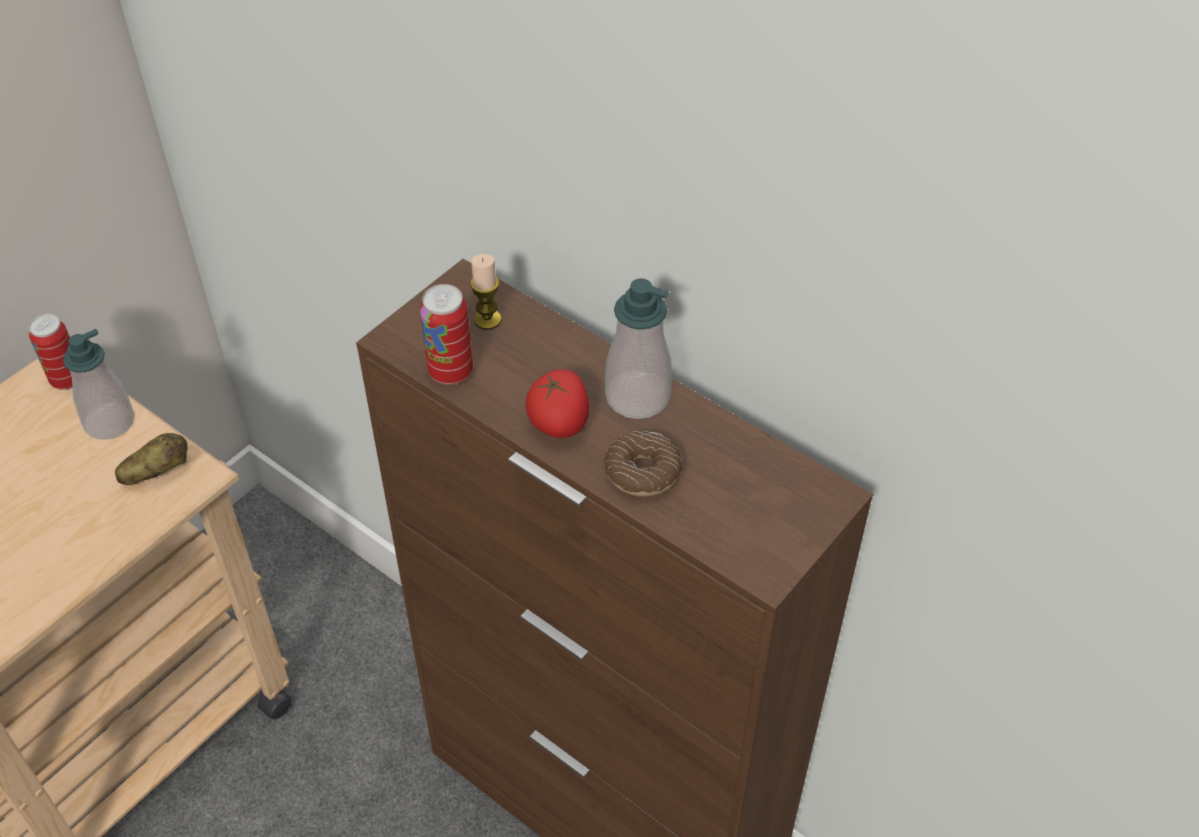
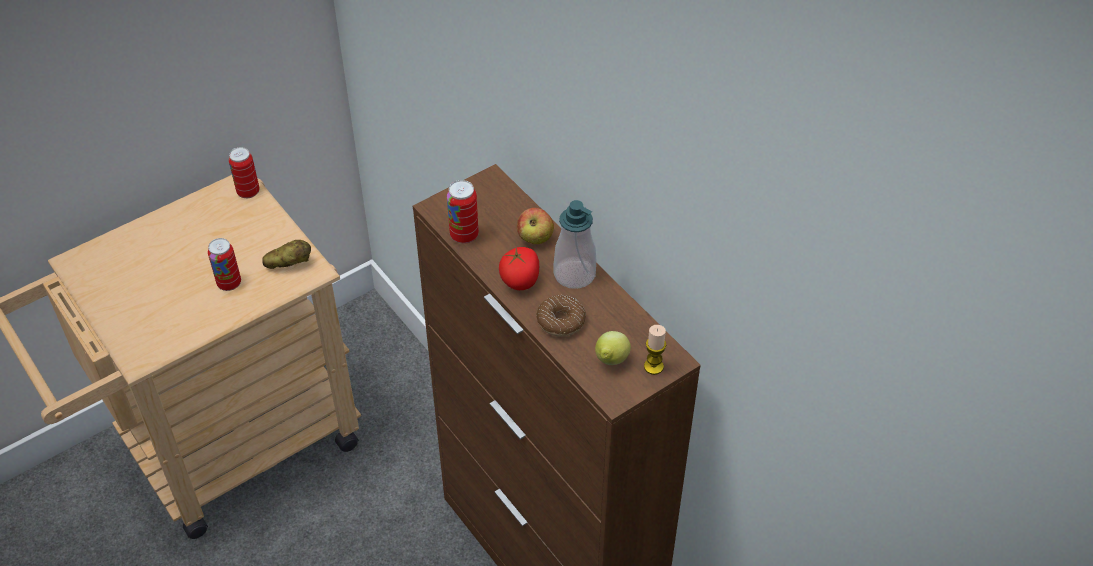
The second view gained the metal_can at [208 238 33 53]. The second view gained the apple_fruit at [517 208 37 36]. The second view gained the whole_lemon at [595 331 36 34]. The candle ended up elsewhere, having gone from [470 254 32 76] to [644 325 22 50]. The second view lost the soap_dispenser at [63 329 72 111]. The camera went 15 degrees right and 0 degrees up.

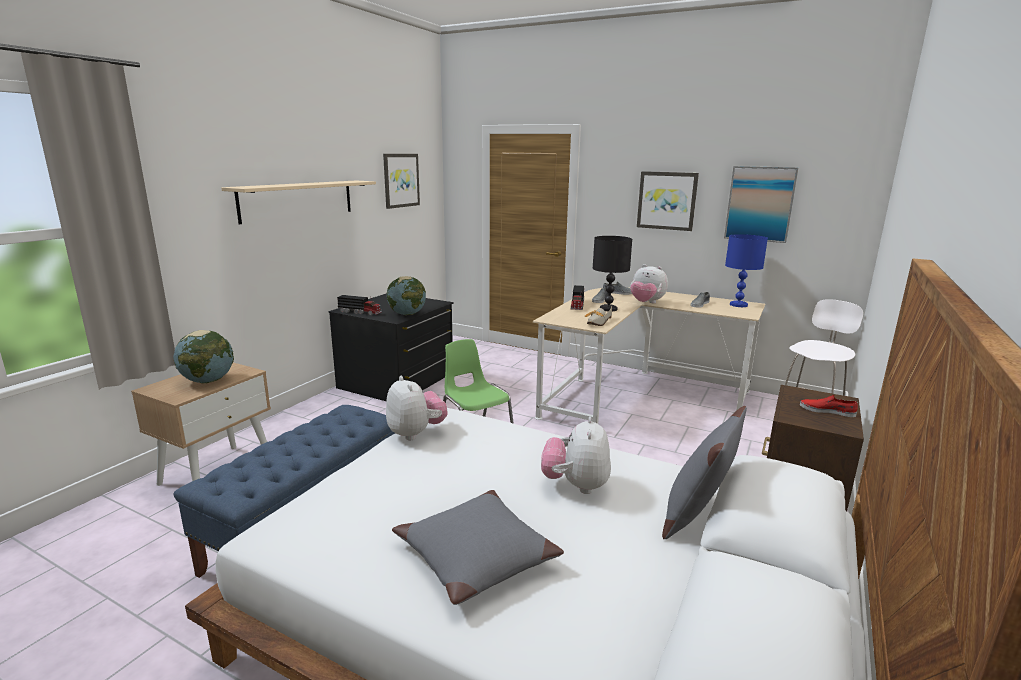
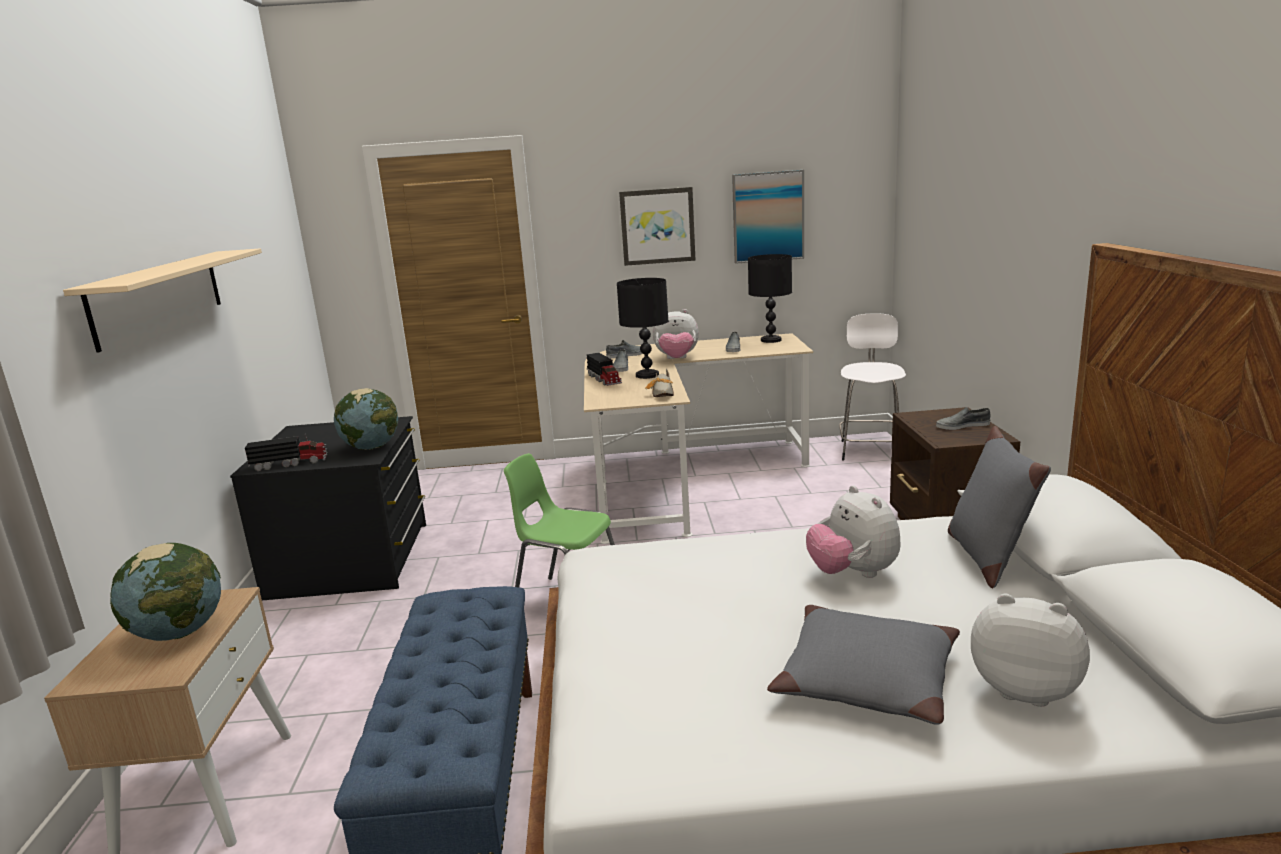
What was the blue-coloured_tabletop_lamp at [725 234 43 73] turned into the black_tabletop_lamp at [748 254 44 89]. What was the reddish_low_shoe at [800 395 58 22] turned into the grey_low_shoe at [936 407 55 23]. The cuddly_toy ended up elsewhere, having gone from [386 376 62 64] to [971 594 119 113]. The second view lost the wall_art at [383 154 37 55]. The camera went 30 degrees left and 0 degrees up.

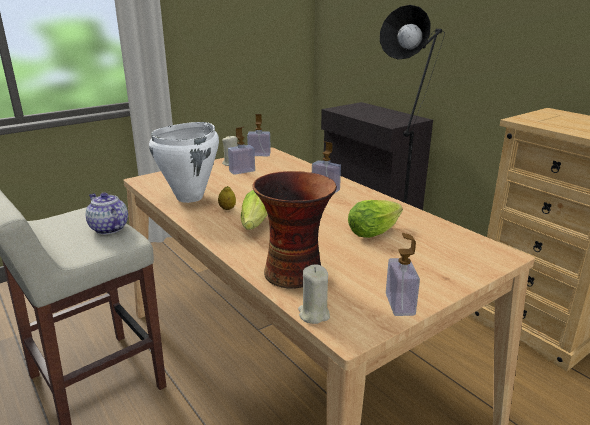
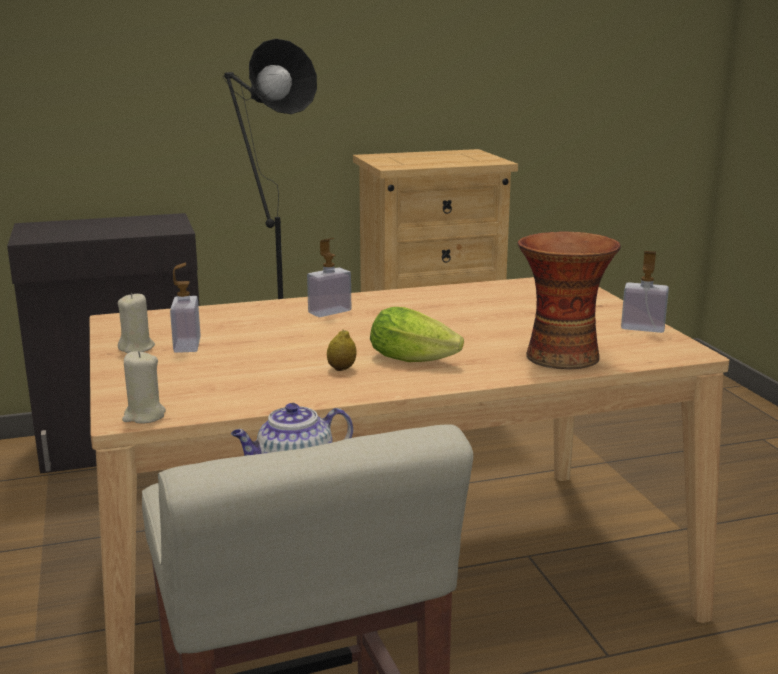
The sand-coloured_candle ended up elsewhere, having gone from [298 264 32 60] to [122 351 44 73]. The second view lost the white_cooking_pot at [149 122 70 81]. The second view lost the soap_dispenser at [247 114 24 42]. The second view lost the head_of_lettuce at [348 200 55 38]. The camera went 70 degrees left and 5 degrees down.

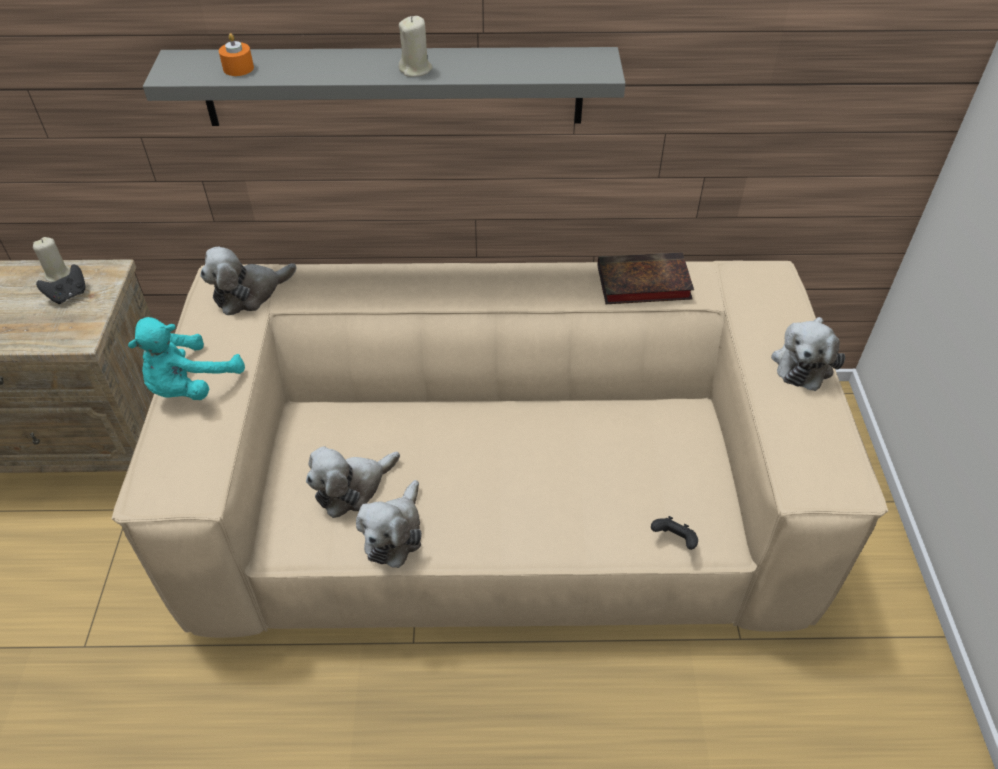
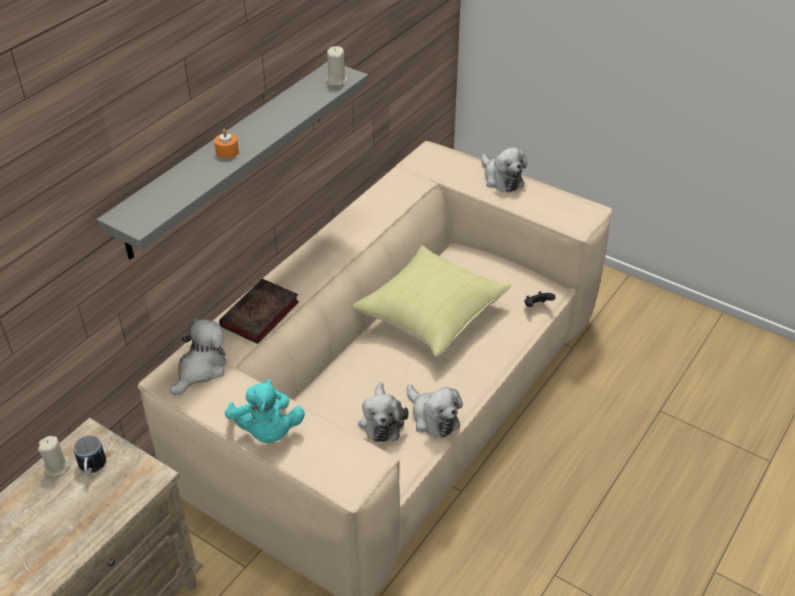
Where the black_gamepad stood at [36 265 50 39], the mug came to stand at [73 435 33 40]. The cuddly_toy at [200 247 97 68] ended up facing another way, 150 degrees counterclockwise from before. The orange_candle ended up elsewhere, having gone from [219 33 35 43] to [214 129 25 30]. The volume ended up elsewhere, having gone from [598 252 96 52] to [219 279 80 65]. The sand-coloured_candle ended up elsewhere, having gone from [399 16 34 61] to [326 46 21 40]. The second view gained the yellow-coloured_pillow at [353 246 158 111]. The camera went 55 degrees left and 5 degrees down.

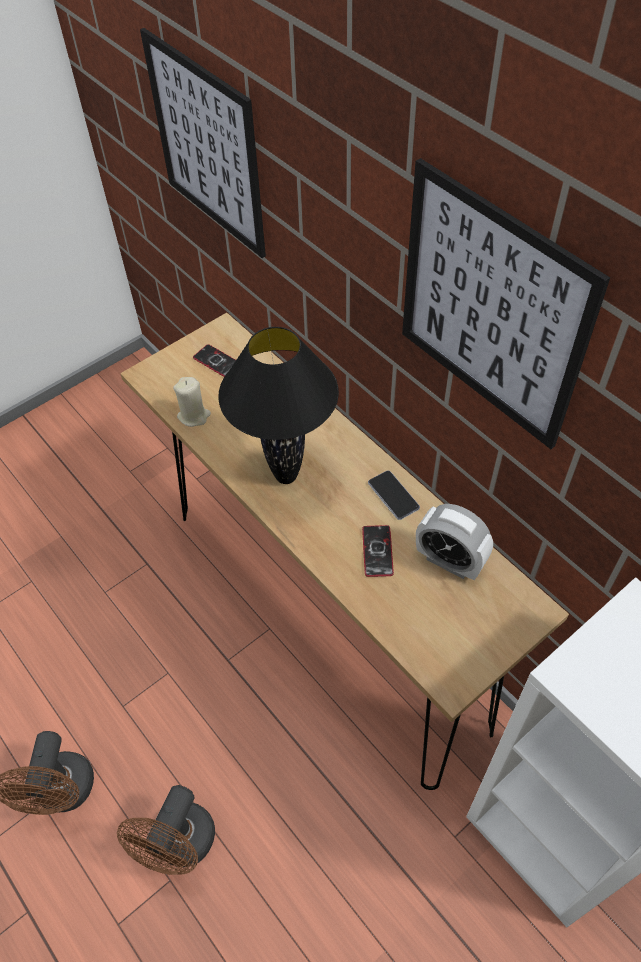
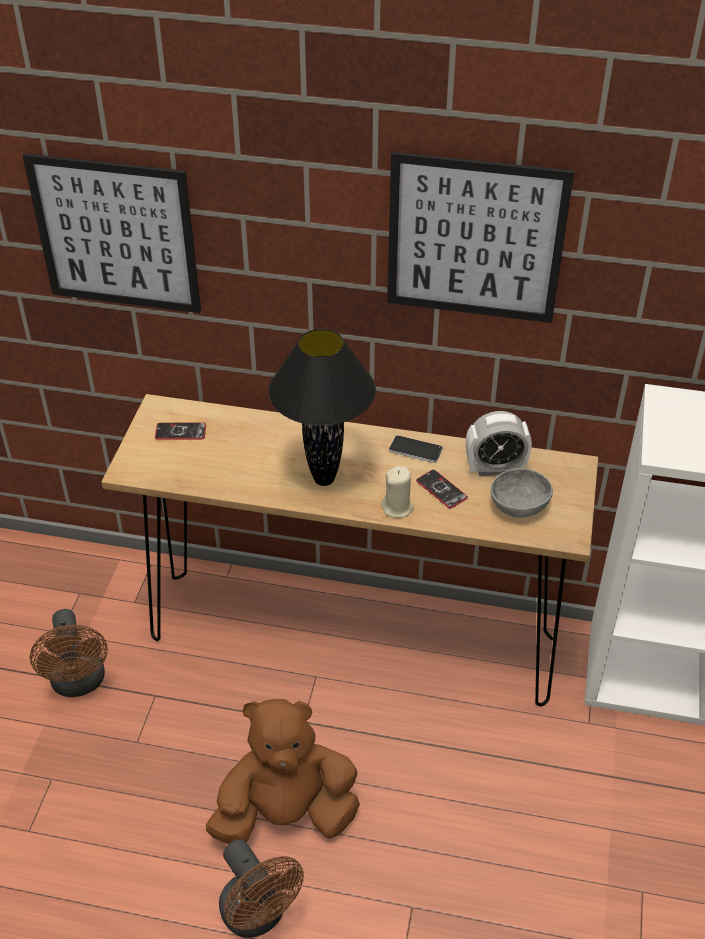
The brown-coloured_cooling_fan ended up elsewhere, having gone from [117 785 98 90] to [30 609 78 88]. The second view gained the brown-coloured_cuddly_toy at [206 699 154 145]. The sand-coloured_candle ended up elsewhere, having gone from [173 377 38 50] to [381 466 33 52]. The second view gained the grey_deep_dish at [491 468 62 50]. The camera went 40 degrees left and 10 degrees down.

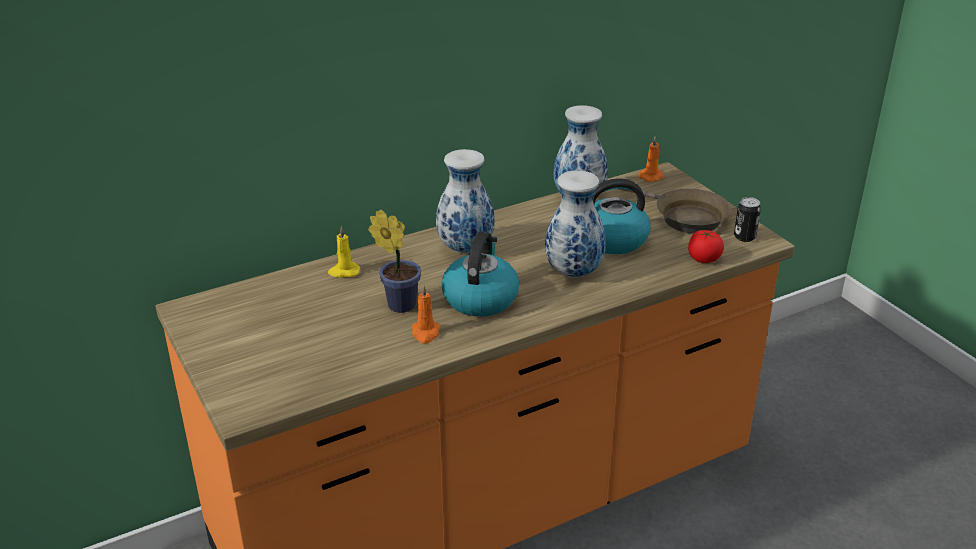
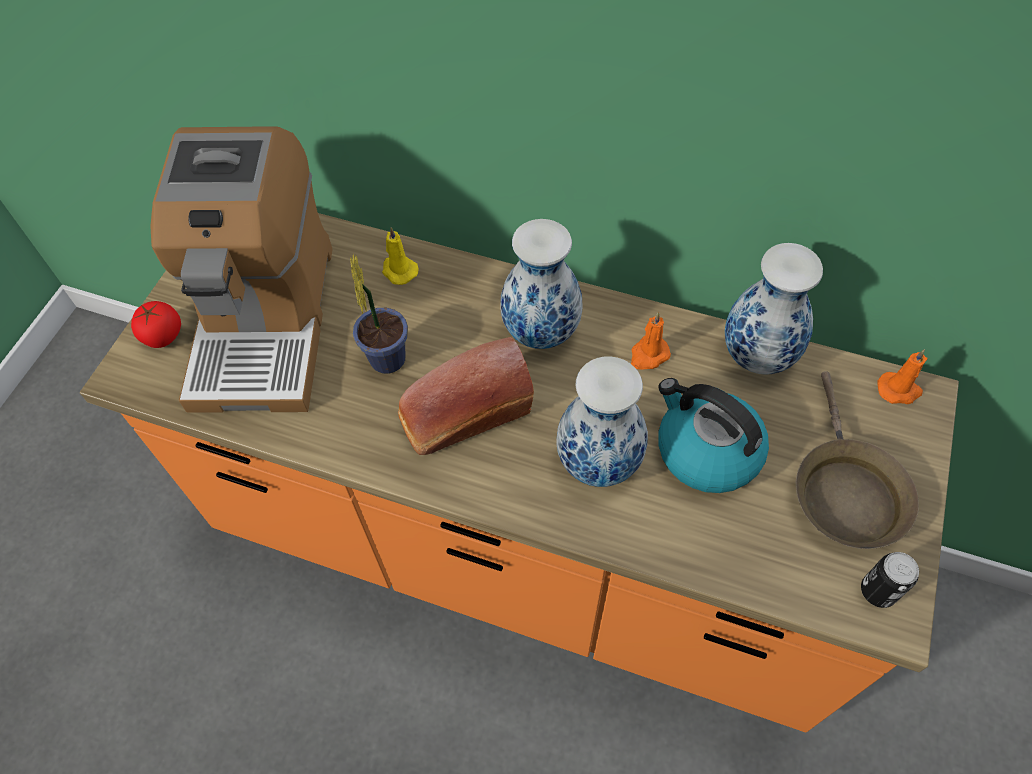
The tomato ended up elsewhere, having gone from [688 230 36 33] to [131 301 50 47]. The second view gained the coffee_maker at [150 126 183 287]. Where the tea_kettle stood at [441 231 78 86], the bakery_bread came to stand at [398 337 136 118]. The orange_candle ended up elsewhere, having gone from [412 286 29 58] to [631 312 40 58]. The camera went 50 degrees right and 25 degrees up.

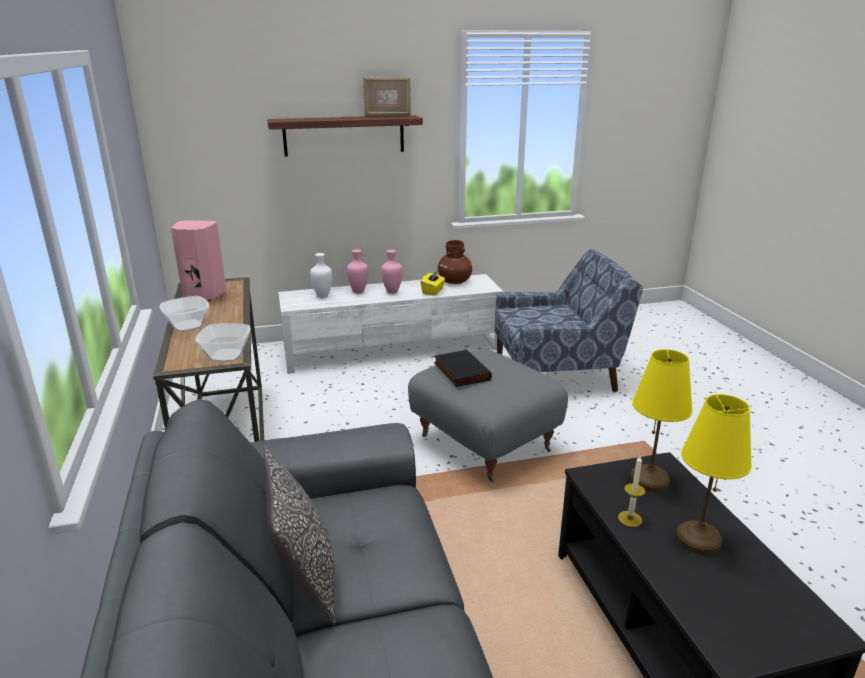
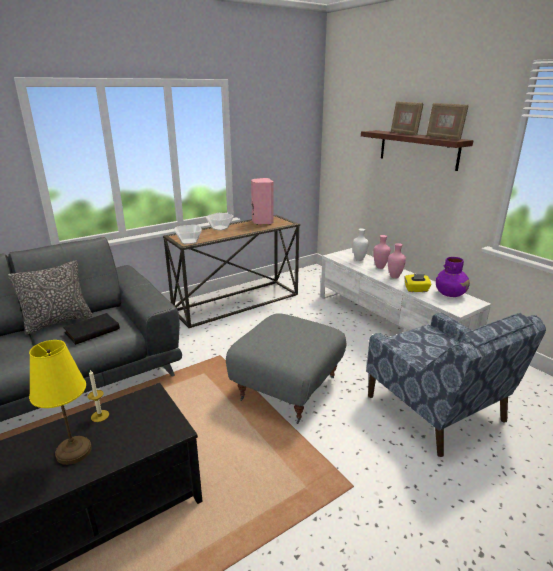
The black_volume ended up elsewhere, having gone from [434 349 58 38] to [63 313 57 32]. The second view gained the standing_frame at [391 101 32 34]. What was the brown-coloured_flower_vase at [438 240 34 44] turned into the purple-coloured_flower_vase at [436 257 34 40]. The second view lost the yellow-coloured_tabletop_lamp at [631 349 62 143]. The camera went 70 degrees right and 0 degrees up.

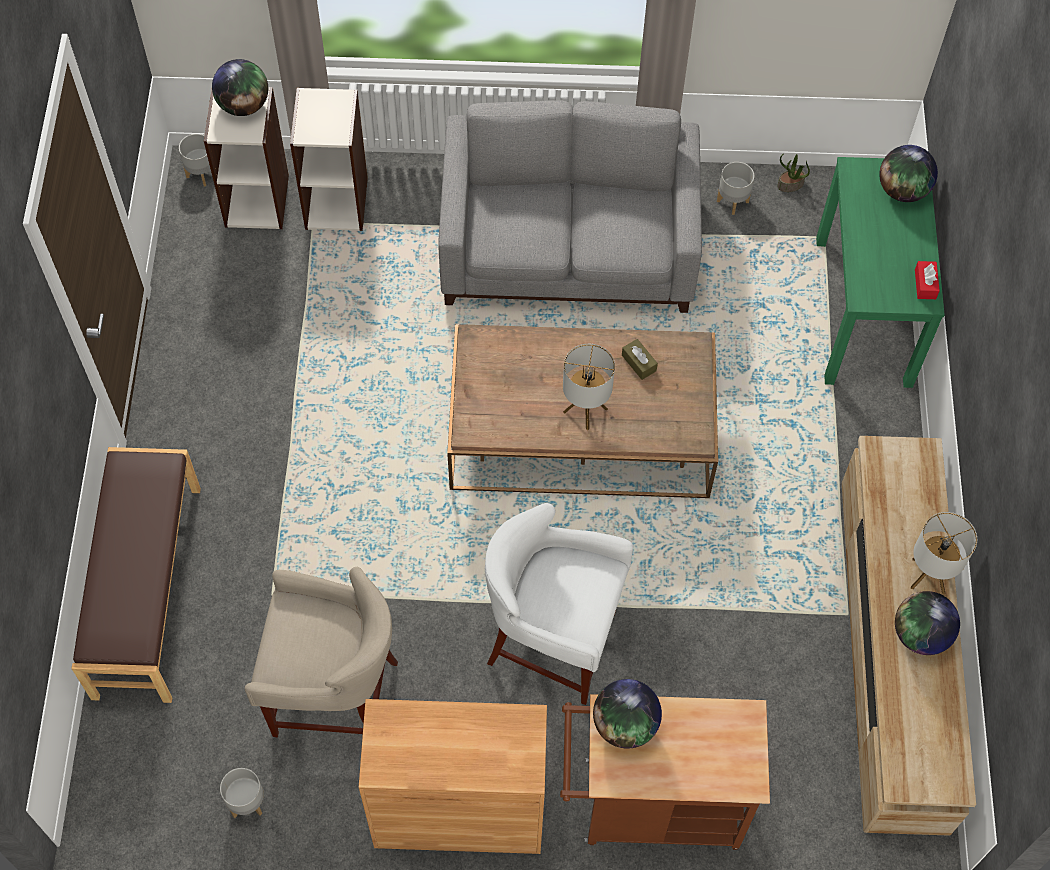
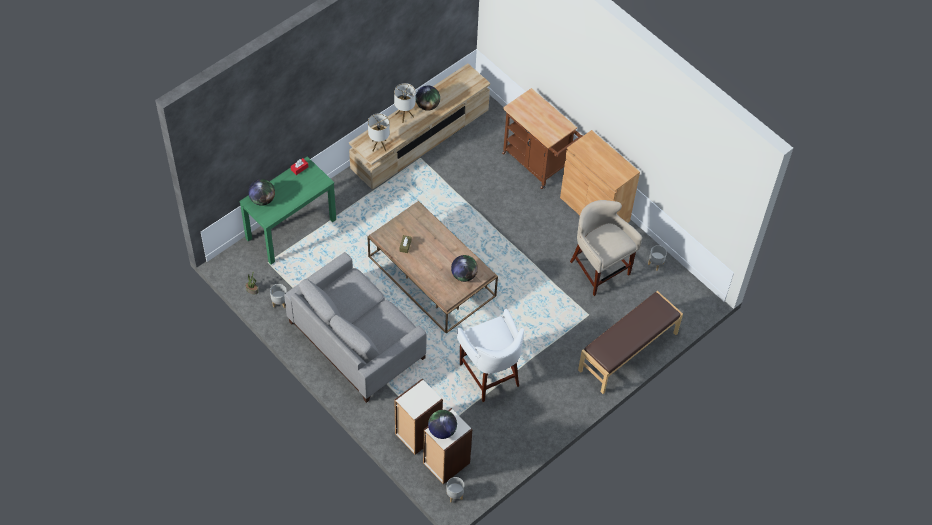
The tabletop_lamp ended up elsewhere, having gone from [563 344 52 86] to [368 113 22 39]. The globe ended up elsewhere, having gone from [593 679 69 70] to [451 255 27 27]. The white_stool ended up elsewhere, having gone from [485 503 148 202] to [457 309 68 93]. The camera went 135 degrees left and 5 degrees down.

